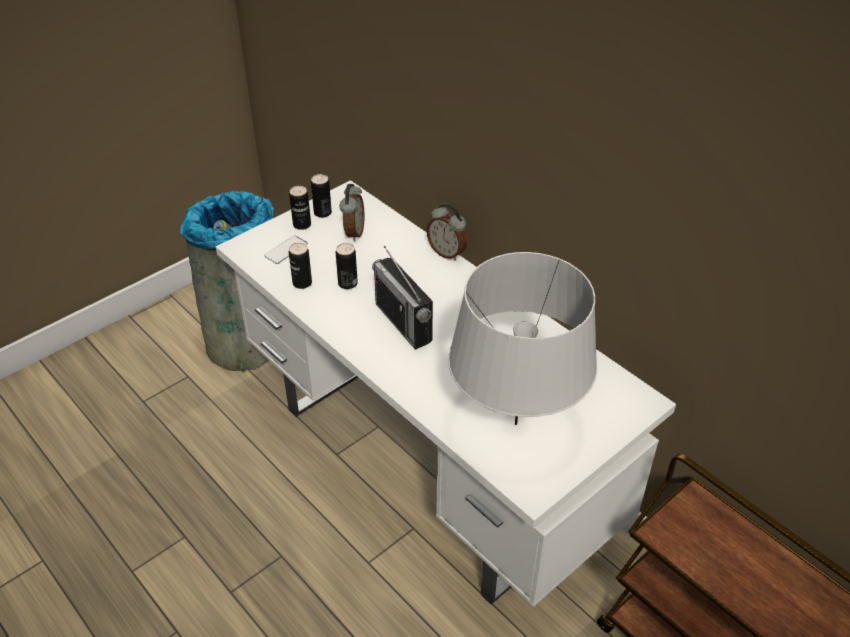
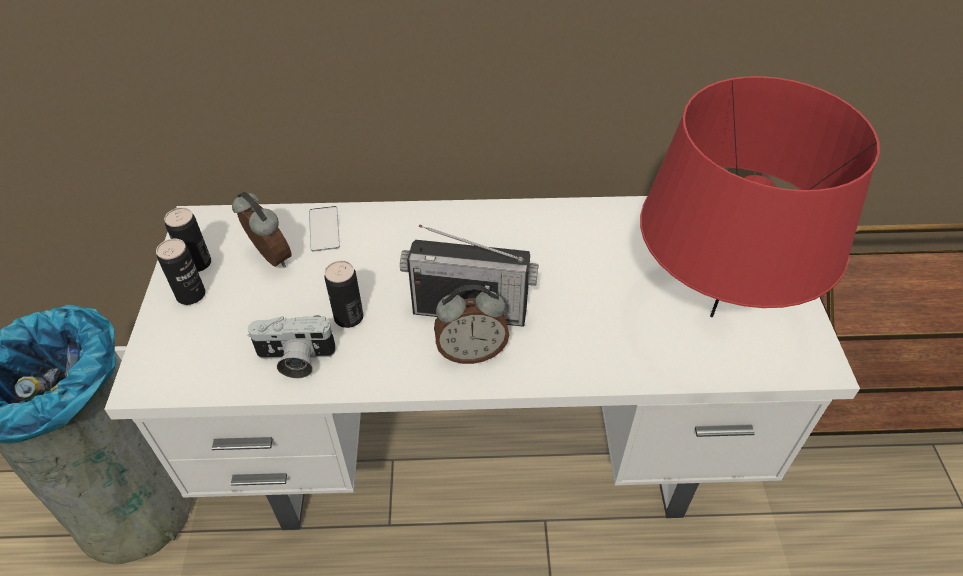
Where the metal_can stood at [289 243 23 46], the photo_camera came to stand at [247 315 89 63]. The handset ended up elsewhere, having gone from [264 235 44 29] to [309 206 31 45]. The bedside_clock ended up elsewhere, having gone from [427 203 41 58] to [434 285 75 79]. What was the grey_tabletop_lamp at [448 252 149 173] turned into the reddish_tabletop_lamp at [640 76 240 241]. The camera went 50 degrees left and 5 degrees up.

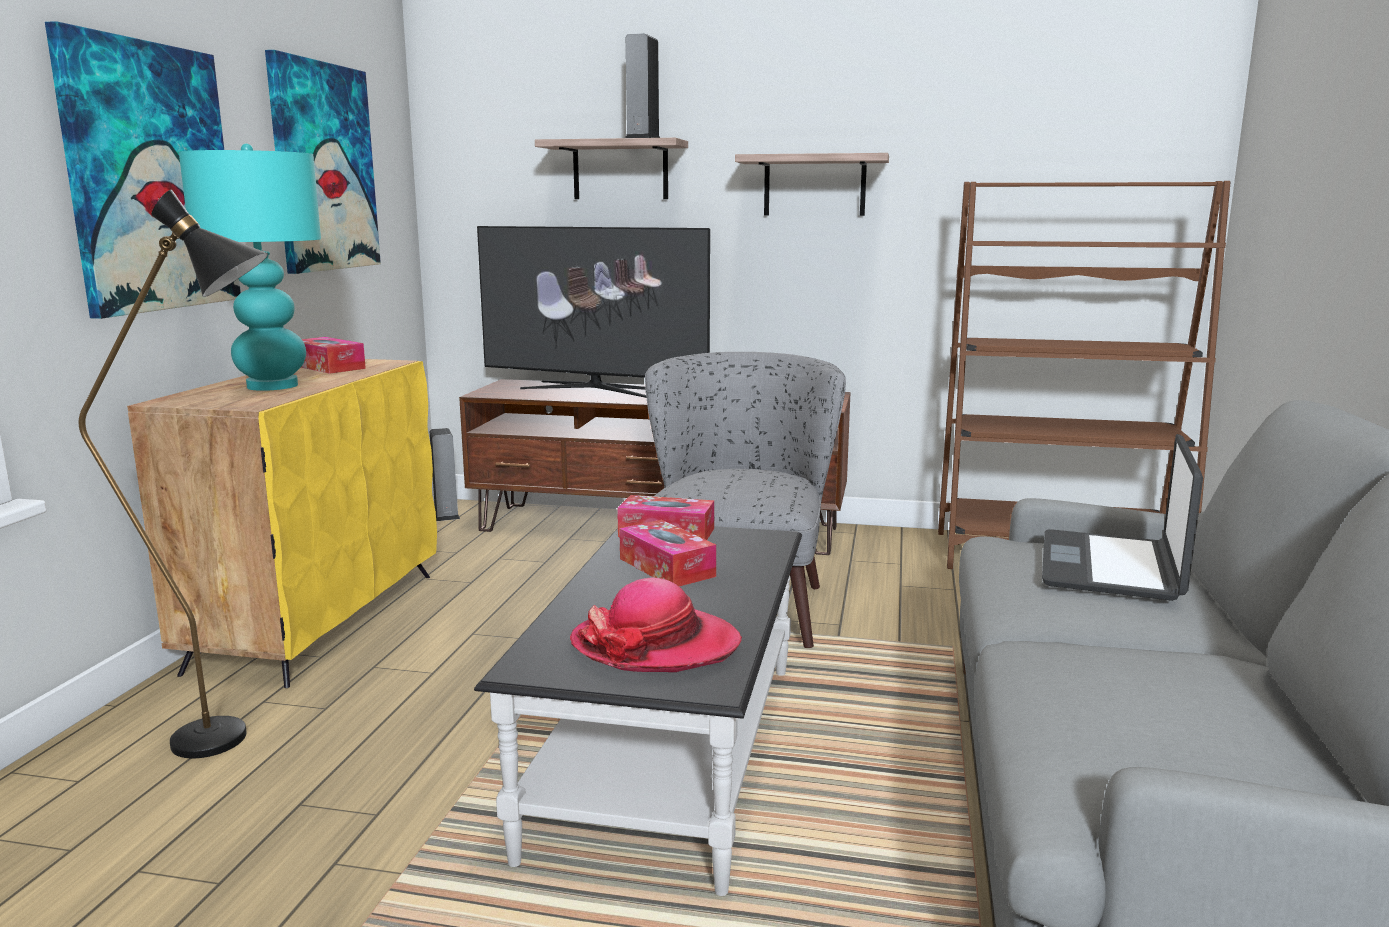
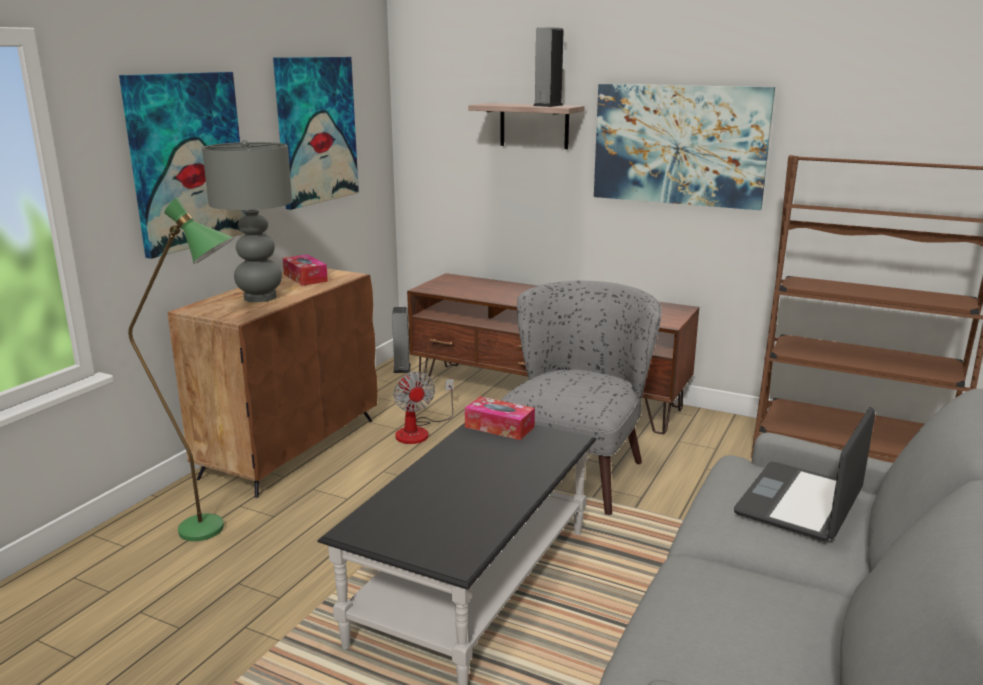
What was the black_floor_lamp at [79 190 189 568] turned into the green_floor_lamp at [128 197 106 344]. What was the yellow-coloured_cabinet at [127 359 310 329] turned into the brown-coloured_cabinet at [167 269 211 229]. What was the turquoise_tabletop_lamp at [179 143 142 248] turned into the grey_tabletop_lamp at [202 140 90 162]. The second view gained the cooling_fan at [394 371 60 73]. Where the bracket_shelf hung at [735 153 154 63], the wall_art came to hang at [594 84 181 126]. The second view lost the television at [477 226 233 172]. The second view lost the clothing_hat at [570 577 172 95]. The second view lost the tissue_holder at [619 520 97 66]. The camera went 15 degrees right and 5 degrees up.

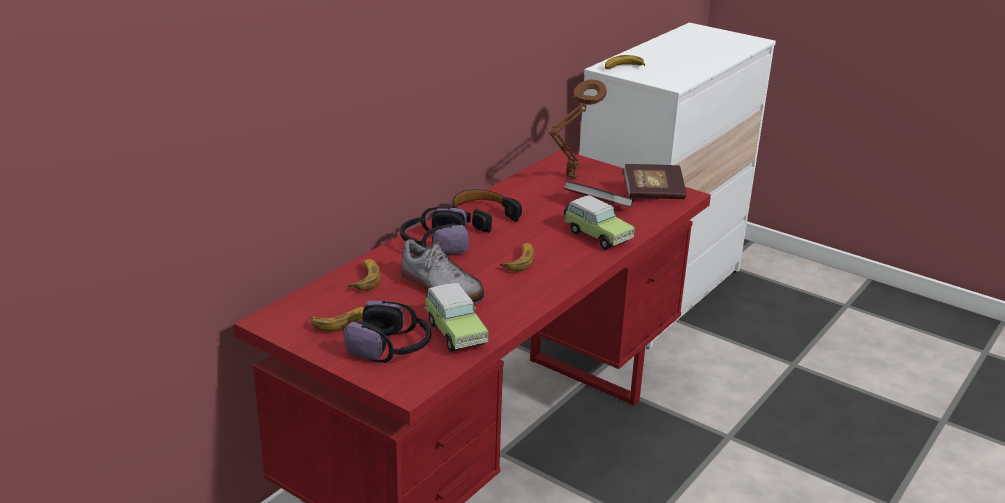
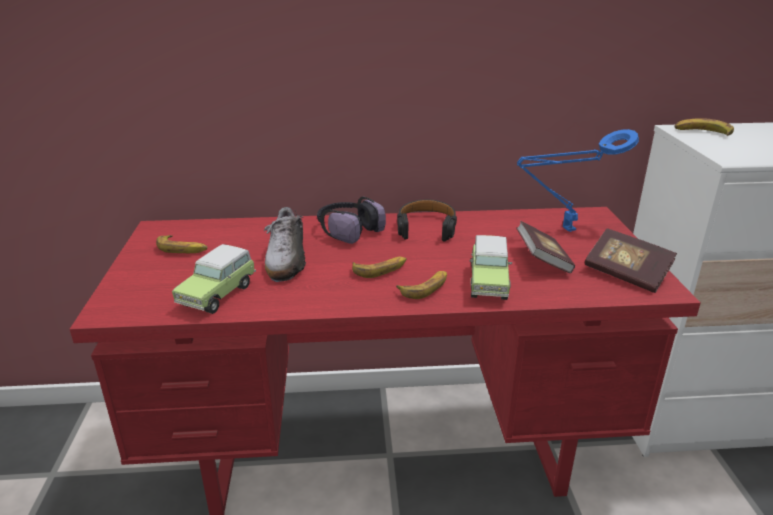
The banana ended up elsewhere, having gone from [348 259 32 32] to [396 271 51 28]. What was the brown-coloured_tabletop_lamp at [549 80 58 99] turned into the blue-coloured_tabletop_lamp at [517 129 122 103]. The second view lost the pair_of_headphones at [344 300 87 63]. The camera went 50 degrees right and 0 degrees up.

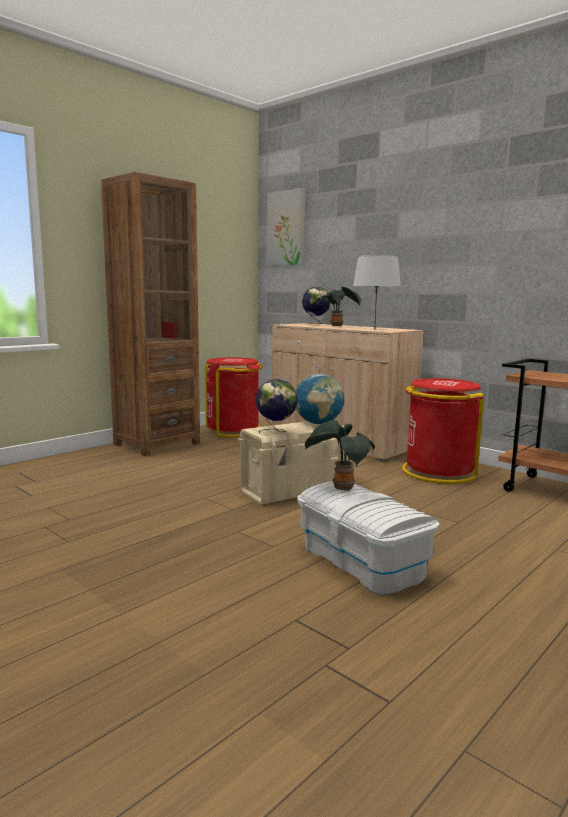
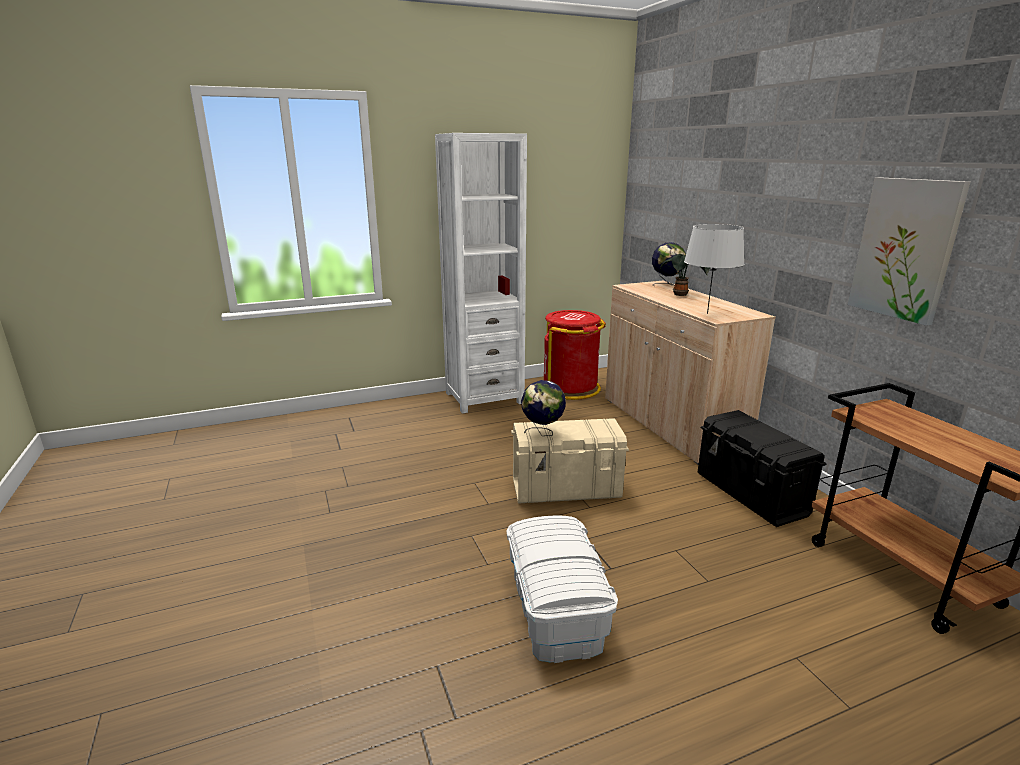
What was the brown-coloured_shelving_unit at [101 172 99 284] turned into the white_shelving_unit at [435 133 92 280]. Where the reddish_trash_can stood at [402 378 82 106], the black_storage_bin came to stand at [698 410 129 117]. The wall_art ended up elsewhere, having gone from [267 188 38 78] to [848 177 122 149]. The second view lost the globe at [296 374 48 50]. The second view lost the potted_plant at [305 420 70 71]. The camera went 25 degrees right and 10 degrees up.

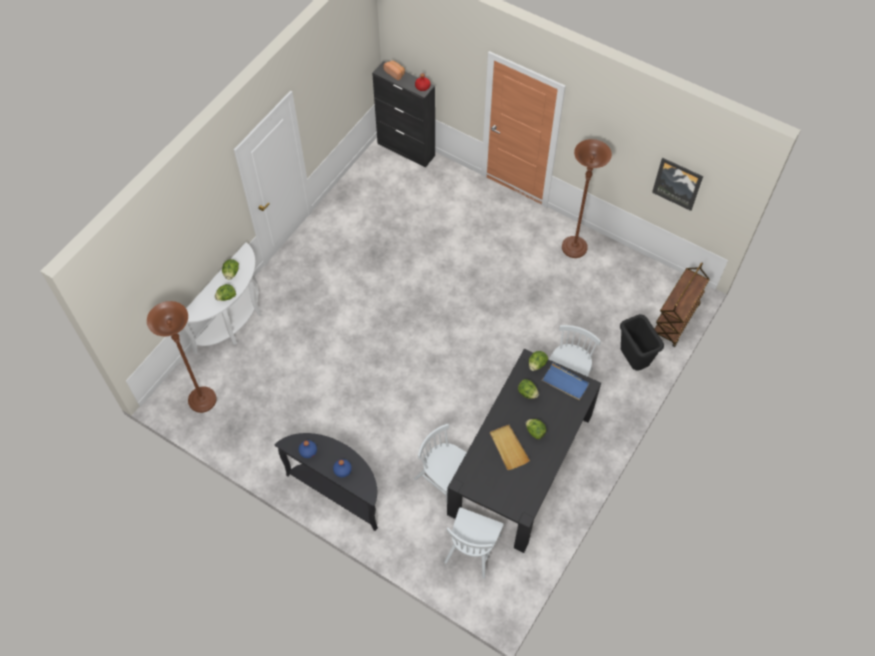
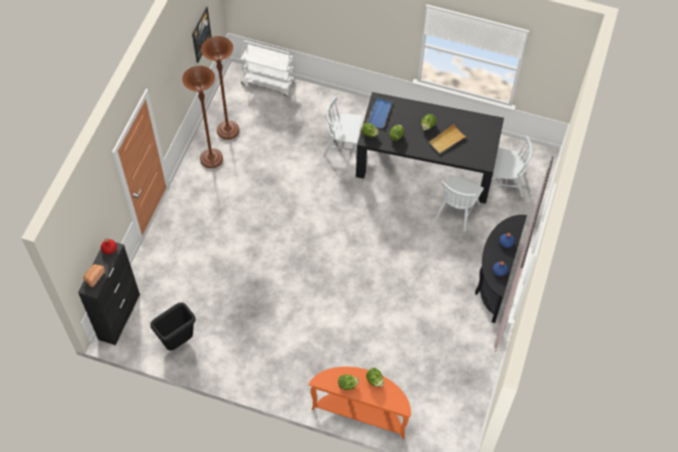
The black_trash_can ended up elsewhere, having gone from [620 314 44 57] to [150 302 46 49]. The brown-coloured_floor_lamp ended up elsewhere, having gone from [147 301 70 112] to [201 36 38 104]. What was the brown-coloured_cart at [655 262 55 85] turned into the white_cart at [240 40 55 56]. What was the white_console_table at [183 242 78 112] turned into the orange_console_table at [308 367 103 72]. The camera went 105 degrees left and 0 degrees up.

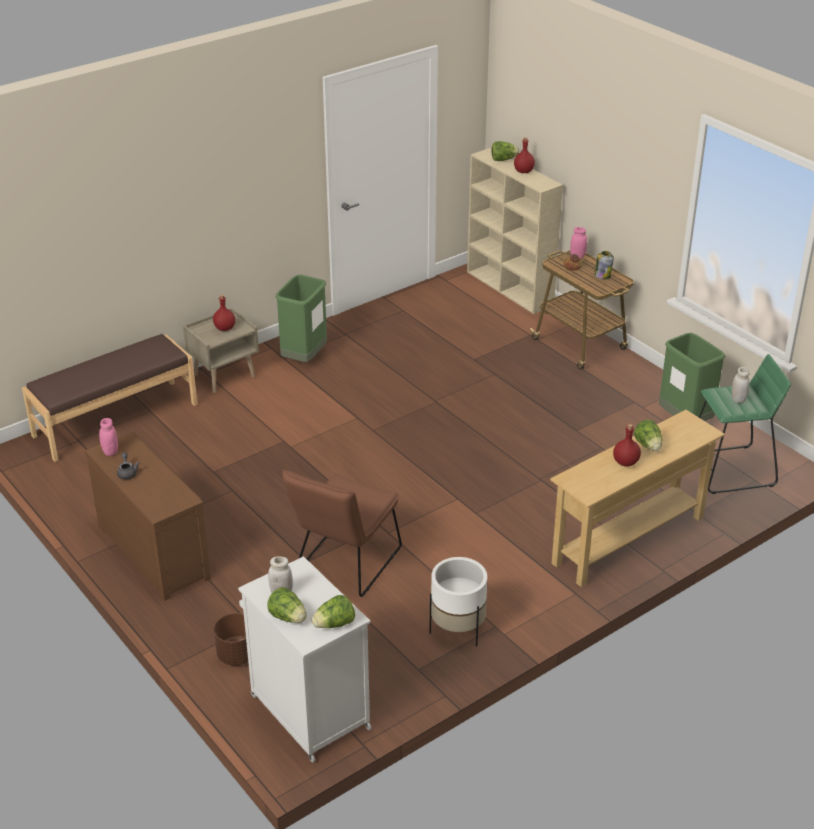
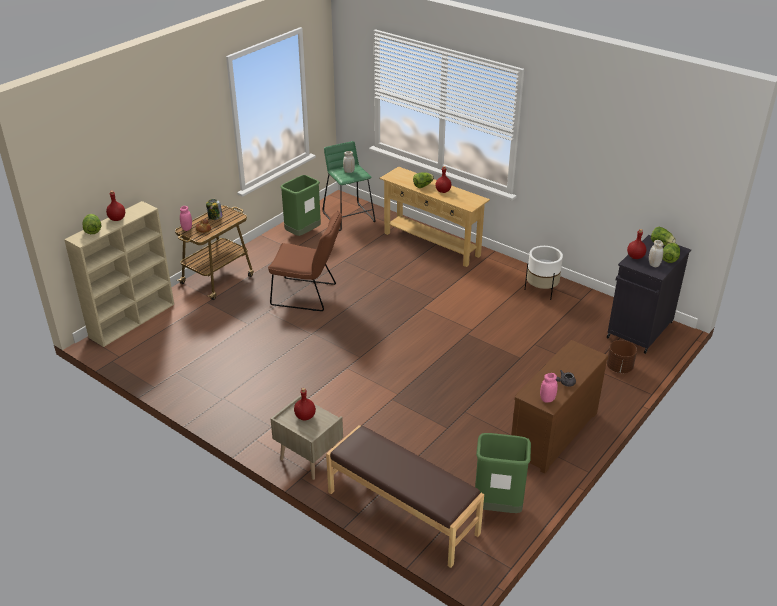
The brown-coloured_upright_chair ended up elsewhere, having gone from [282 469 120 128] to [268 211 74 100]. The green_trash_can ended up elsewhere, having gone from [275 275 52 87] to [475 433 56 80]. What was the white_cabinet at [238 556 134 207] turned into the black_cabinet at [607 235 84 119]. The second view gained the reddish_bottle at [627 229 19 30]. The camera went 105 degrees left and 0 degrees up.

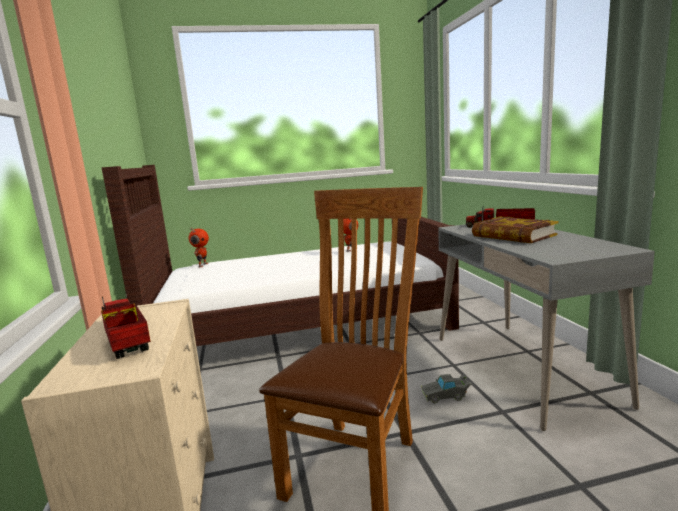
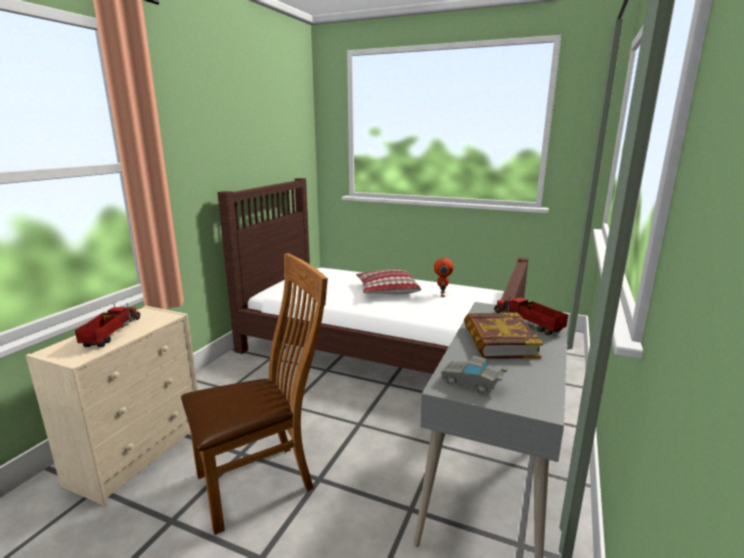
The second view gained the pillow at [356 270 65 24]. The grey_toy_car ended up elsewhere, having gone from [421 374 51 30] to [441 356 69 39]. The second view lost the toy_robot at [189 228 20 39]. The camera went 35 degrees right and 5 degrees up.

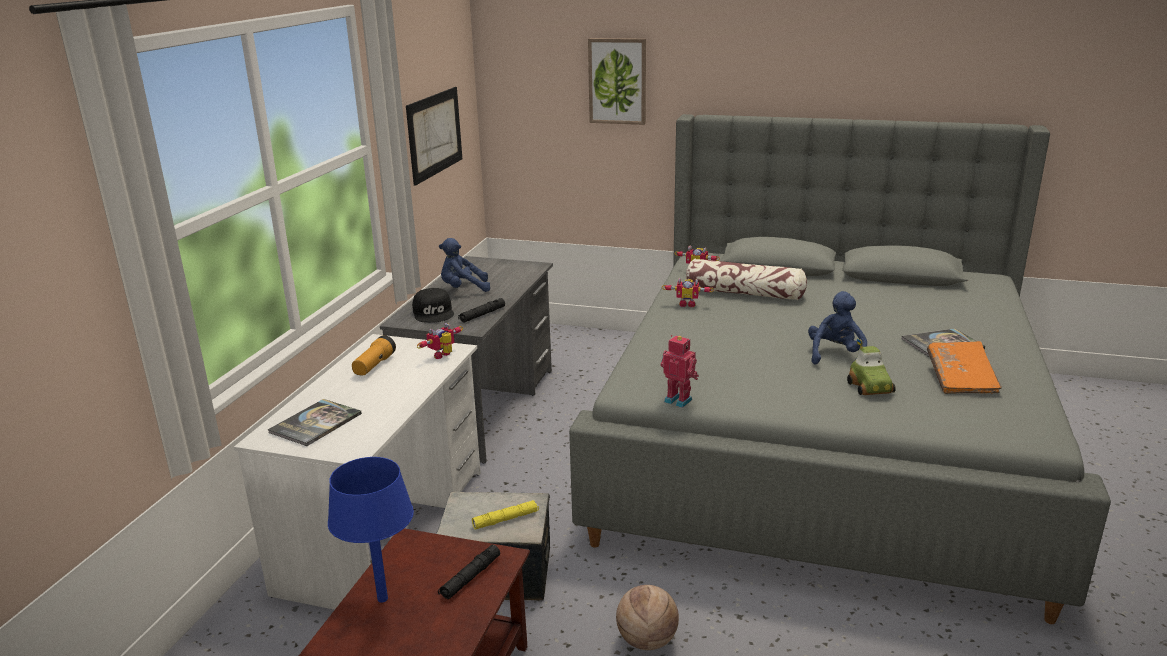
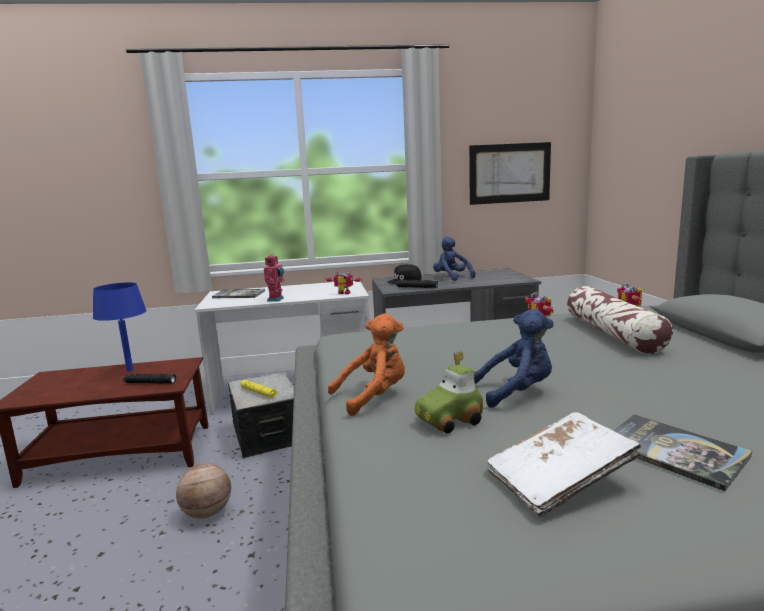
The toy_robot ended up elsewhere, having gone from [661 335 38 73] to [264 254 21 48]. The second view gained the orange_cuddly_toy at [328 313 77 103]. What was the orange_volume at [927 341 75 53] turned into the white_volume at [487 412 154 105]. The second view lost the torch at [352 335 44 41]. The second view lost the wall_art at [588 38 58 87]. The camera went 65 degrees right and 10 degrees down.

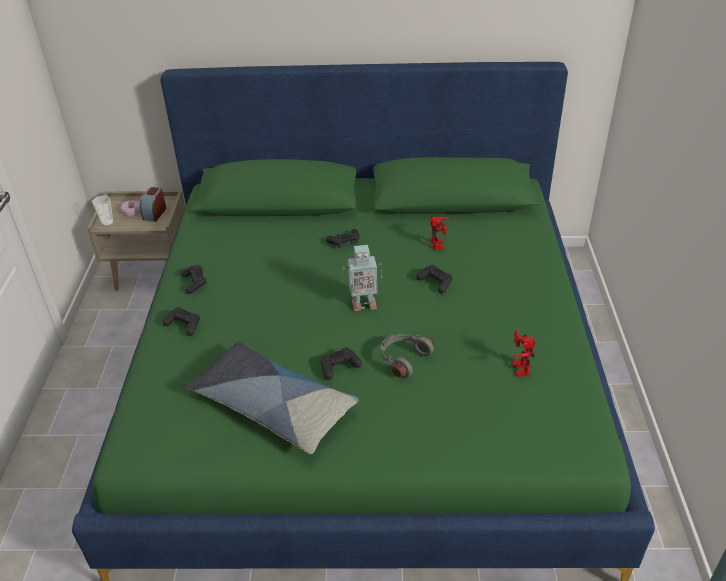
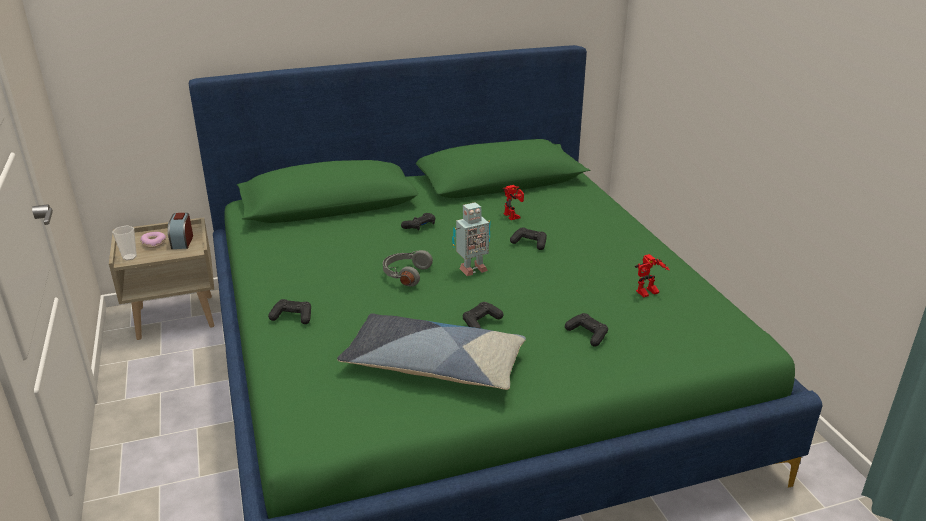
The grey_pair_of_headphones ended up elsewhere, having gone from [381 334 53 44] to [383 250 50 37]. The black_gamepad ended up elsewhere, having gone from [181 265 26 29] to [565 313 43 33]. The toy_robot at [512 331 23 46] ended up facing another way, 90 degrees counterclockwise from before. The camera went 20 degrees left and 10 degrees down.

